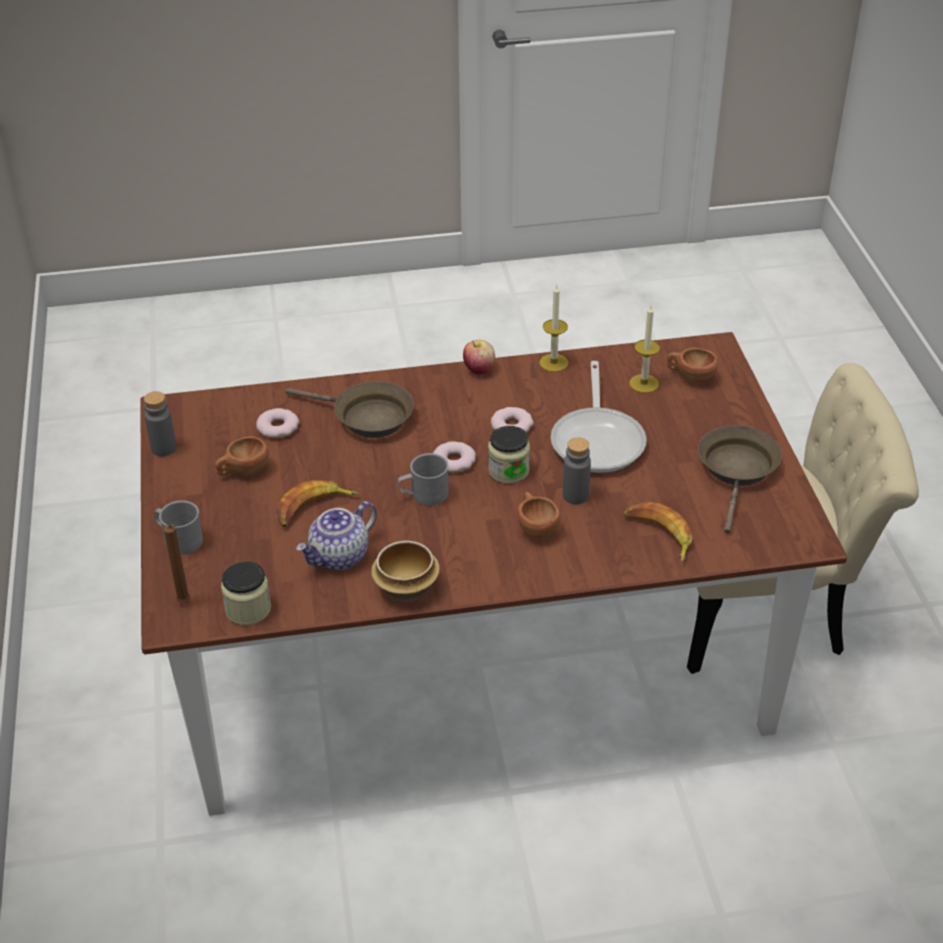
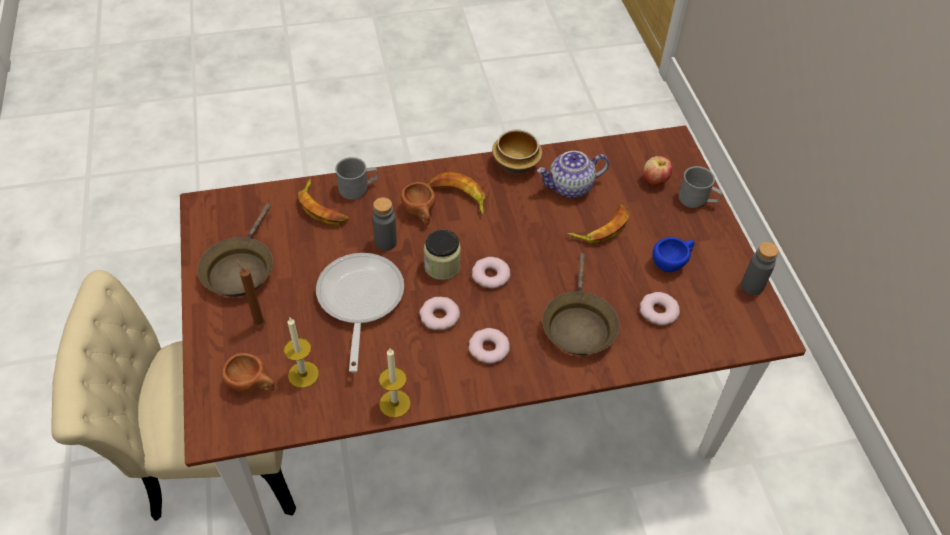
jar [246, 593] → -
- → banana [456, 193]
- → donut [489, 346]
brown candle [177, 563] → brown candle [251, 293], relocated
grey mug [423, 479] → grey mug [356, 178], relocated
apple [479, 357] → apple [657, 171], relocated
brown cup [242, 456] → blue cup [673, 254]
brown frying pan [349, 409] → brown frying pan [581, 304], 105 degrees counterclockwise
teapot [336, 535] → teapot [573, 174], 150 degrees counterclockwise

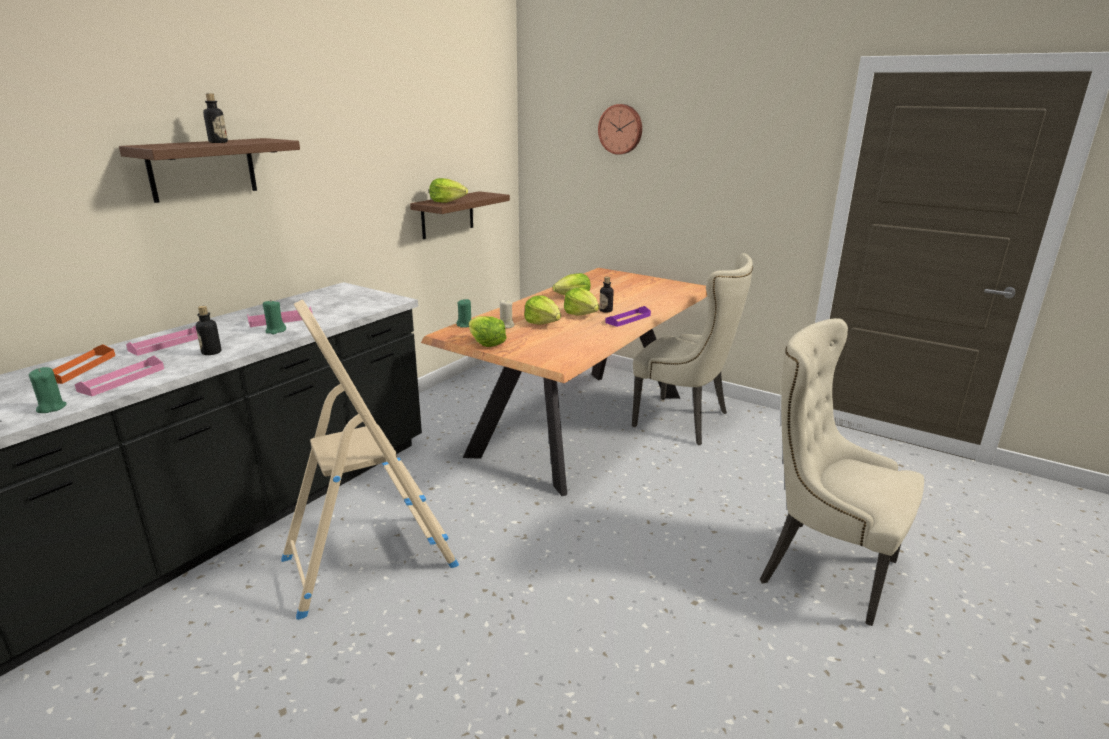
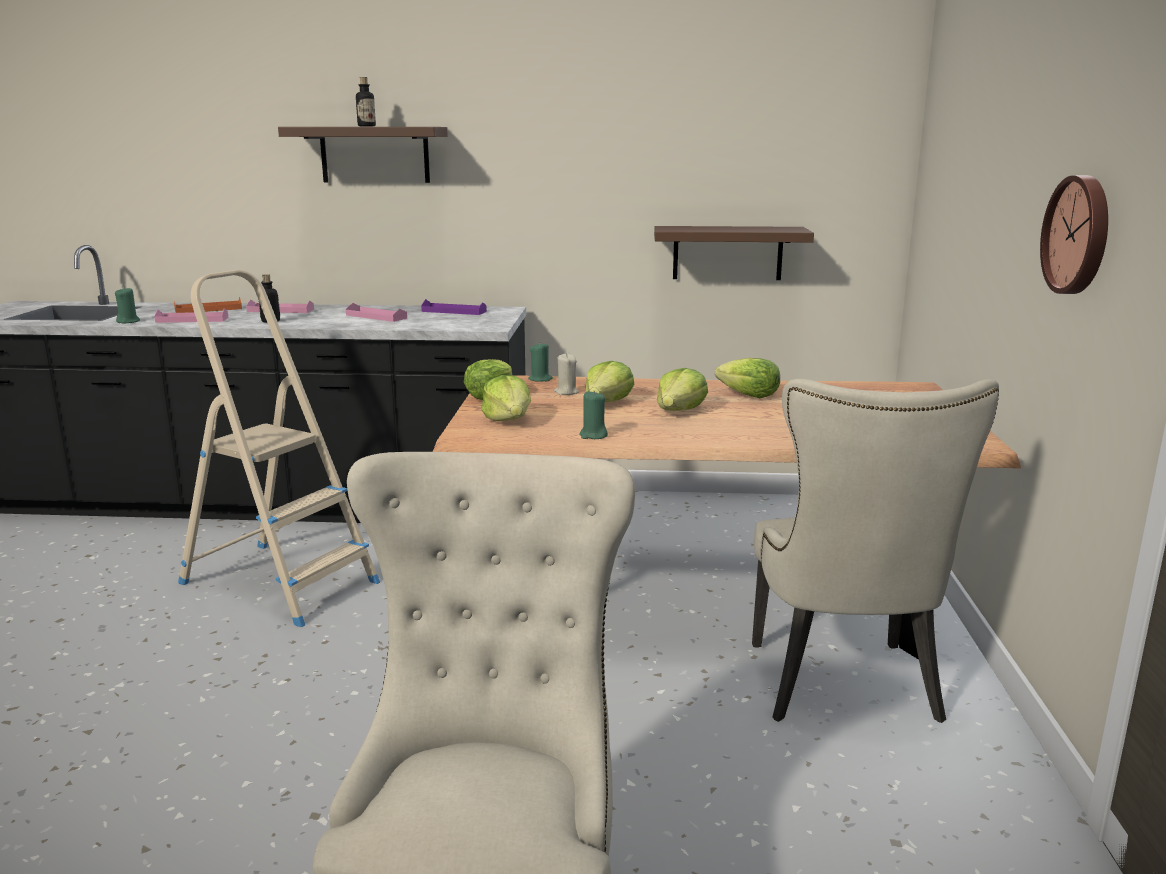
bottle [606, 295] → -
green candle [274, 316] → green candle [593, 414], relocated
lettuce [448, 190] → lettuce [506, 398], relocated
wall clock [620, 129] → wall clock [1074, 234], relocated
purple tray [628, 316] → purple tray [454, 307], relocated

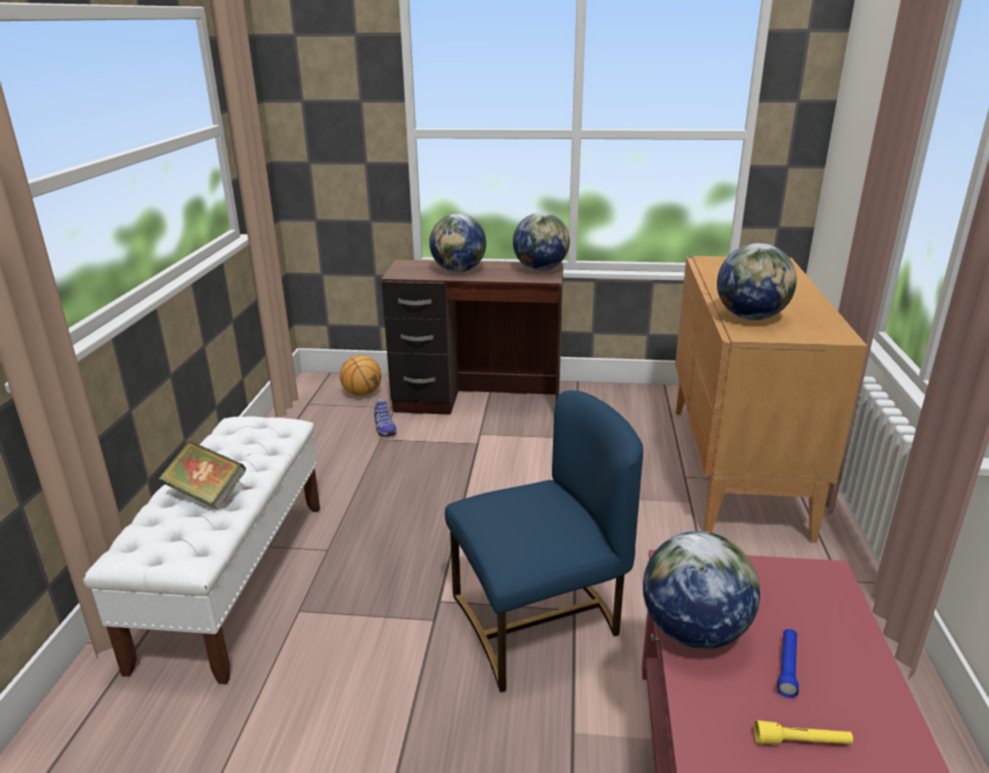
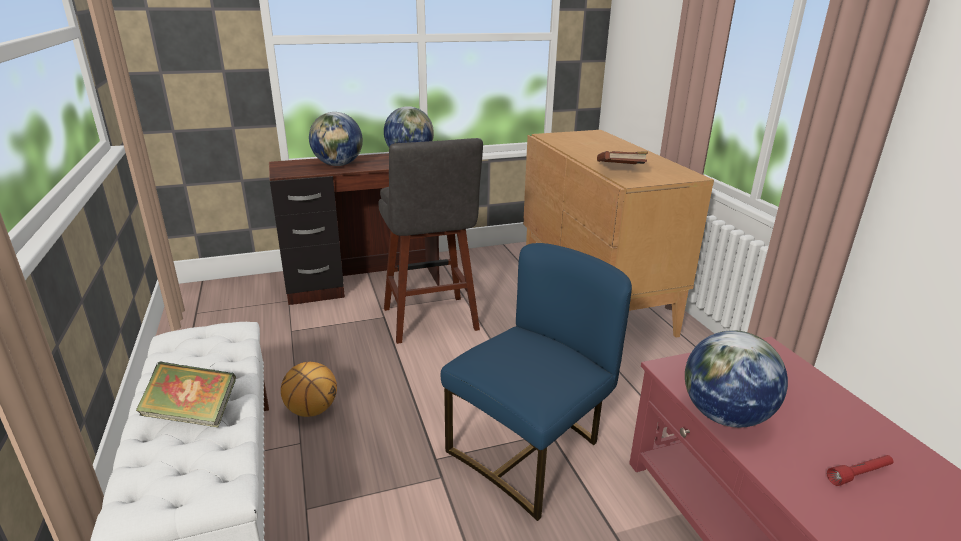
shoe [385, 418] → -
blue flashlight [788, 663] → -
- → grey stool [430, 241]
basketball [361, 375] → basketball [309, 389], relocated
globe [757, 281] → brown book [622, 157]
yellow flashlight [803, 732] → red flashlight [860, 470]

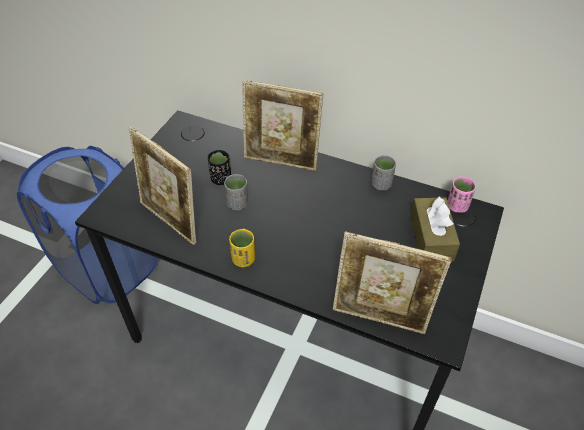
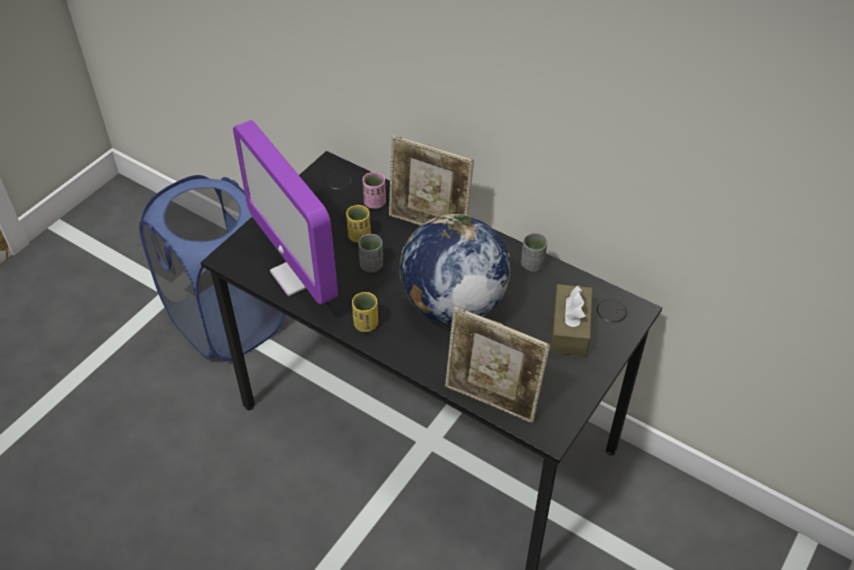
- → globe [454, 269]
pink cup [462, 195] → pink cup [374, 190], relocated
picture frame [162, 185] → monitor [285, 212]
black cup [219, 167] → yellow cup [358, 224]

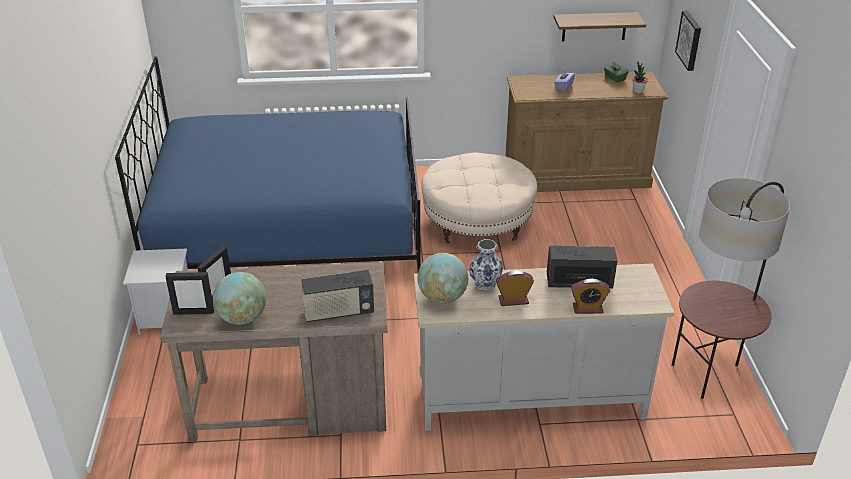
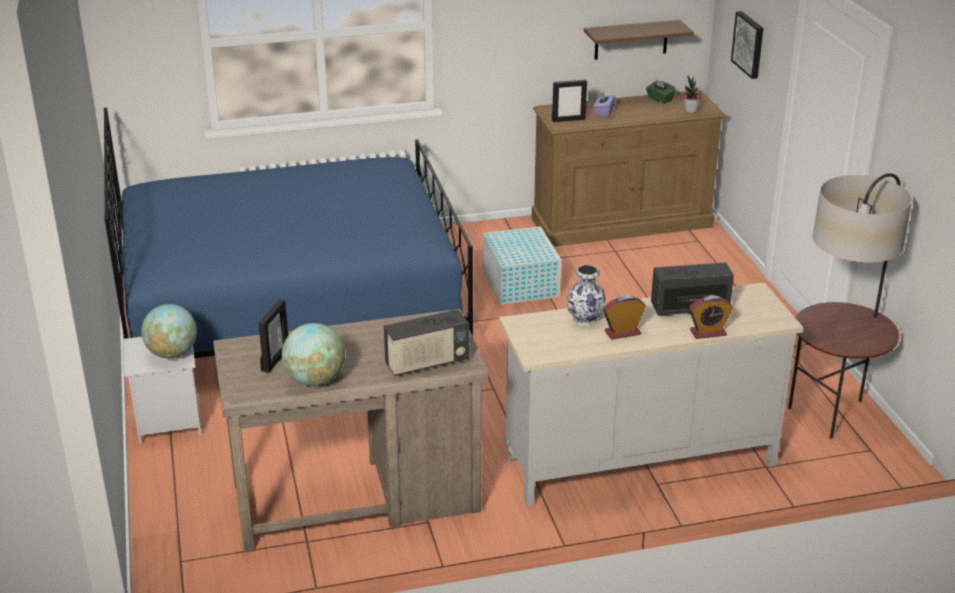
picture frame [189, 293] → picture frame [569, 101], relocated
globe [442, 278] → globe [169, 331], relocated
beige ottoman [479, 198] → white storage box [522, 265]

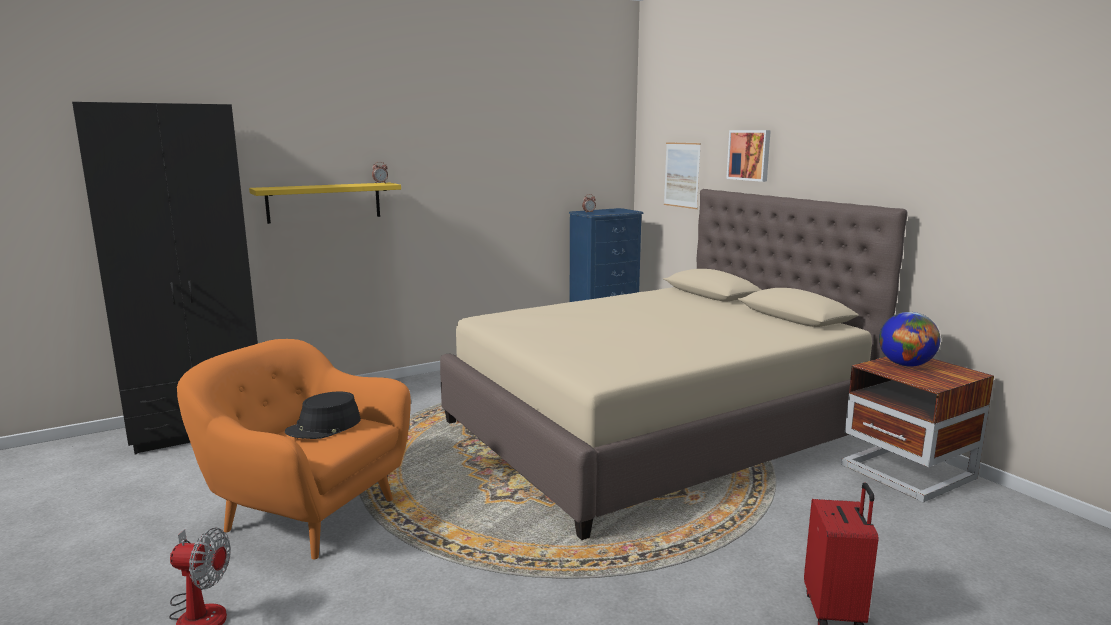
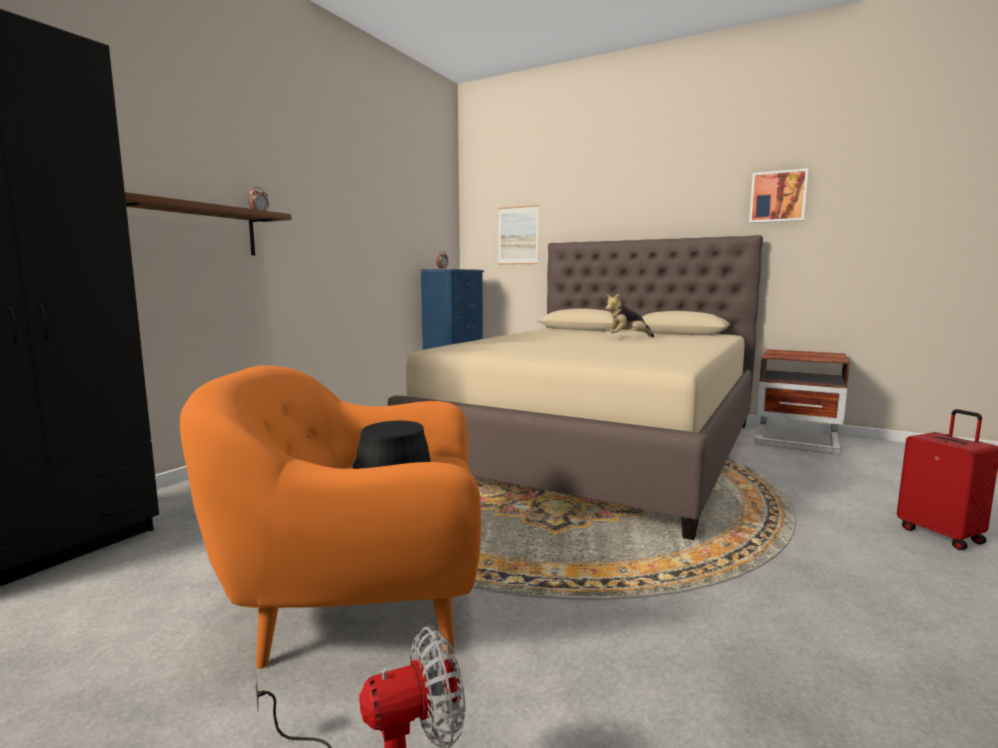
globe [909, 339] → -
- → plush toy [630, 315]
picture [748, 156] → picture [778, 195], relocated
yellow shelf [325, 203] → brown shelf [208, 224]

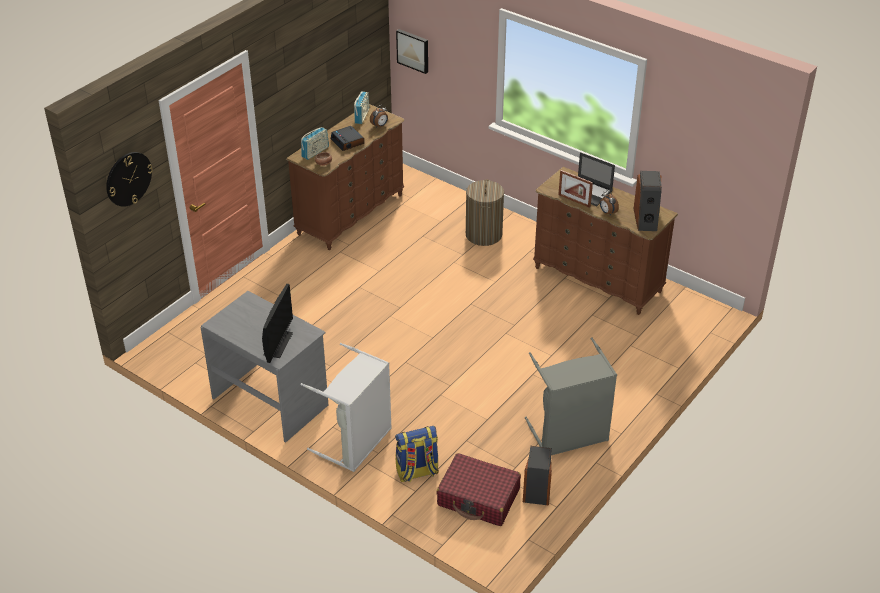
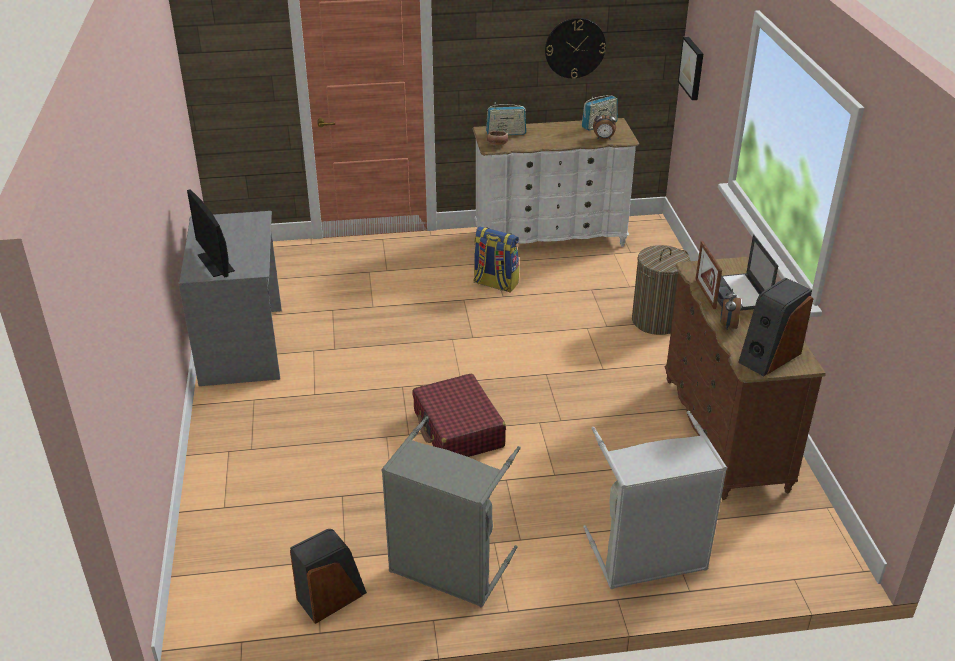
alarm clock [347, 138] → -
wall clock [129, 179] → wall clock [575, 48], relocated
grey laundry basket [346, 407] → grey laundry basket [655, 500], relocated
backpack [417, 454] → backpack [496, 259], relocated
red suitcase [478, 489] → red suitcase [459, 415], relocated
brown dresser [345, 177] → white dresser [555, 182]
monitor [277, 323] → monitor [211, 233], 90 degrees clockwise

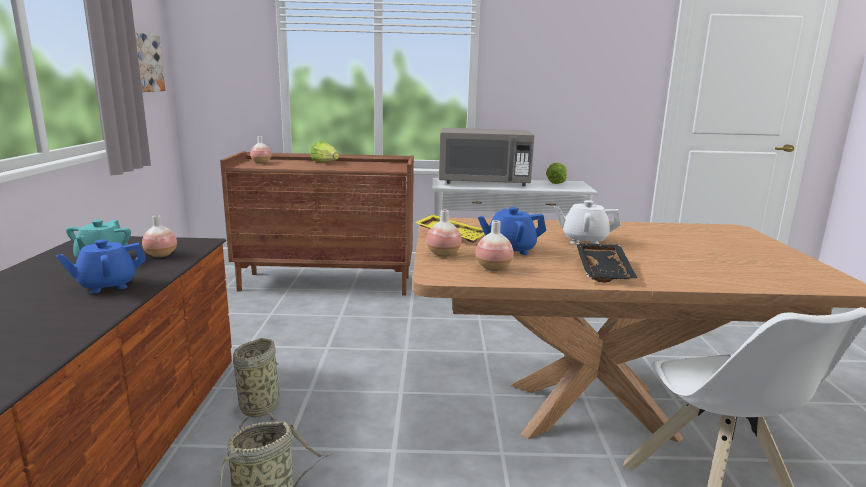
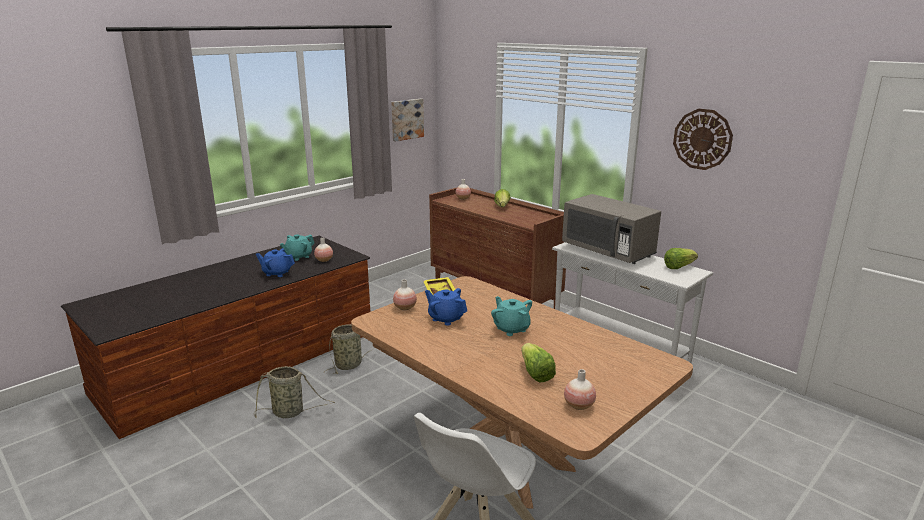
black tray [606, 263] → -
- → lettuce [538, 362]
- → wall clock [703, 139]
vase [494, 245] → vase [580, 389], relocated
white teapot [587, 222] → turquoise teapot [511, 316]

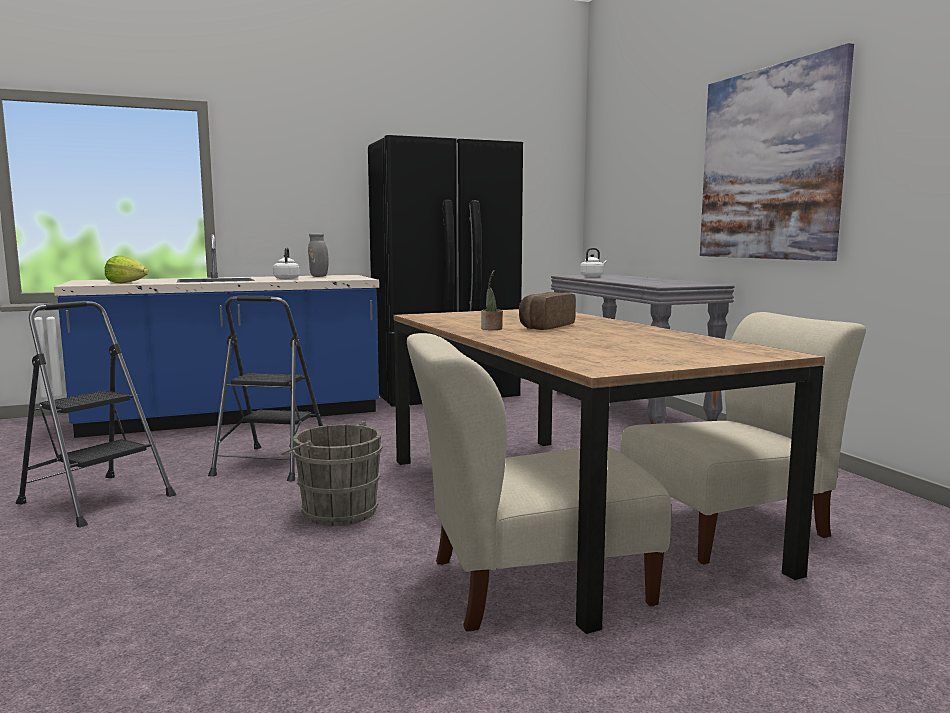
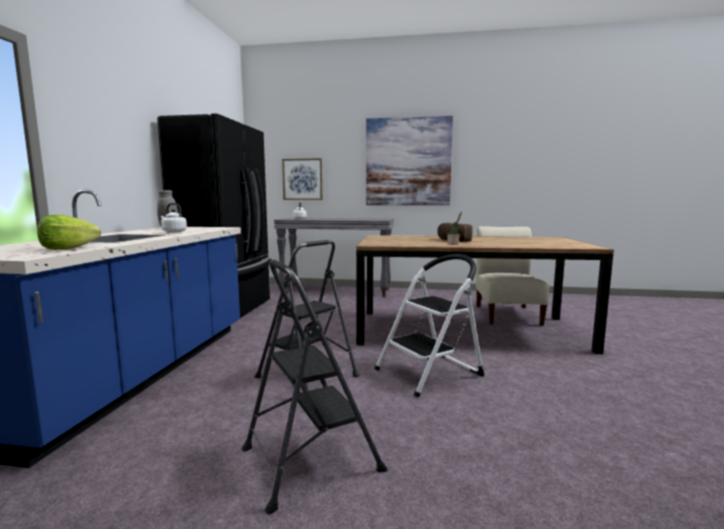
beige chair [539, 482] → -
- → picture [302, 179]
grey bucket [332, 473] → step ladder [429, 325]

